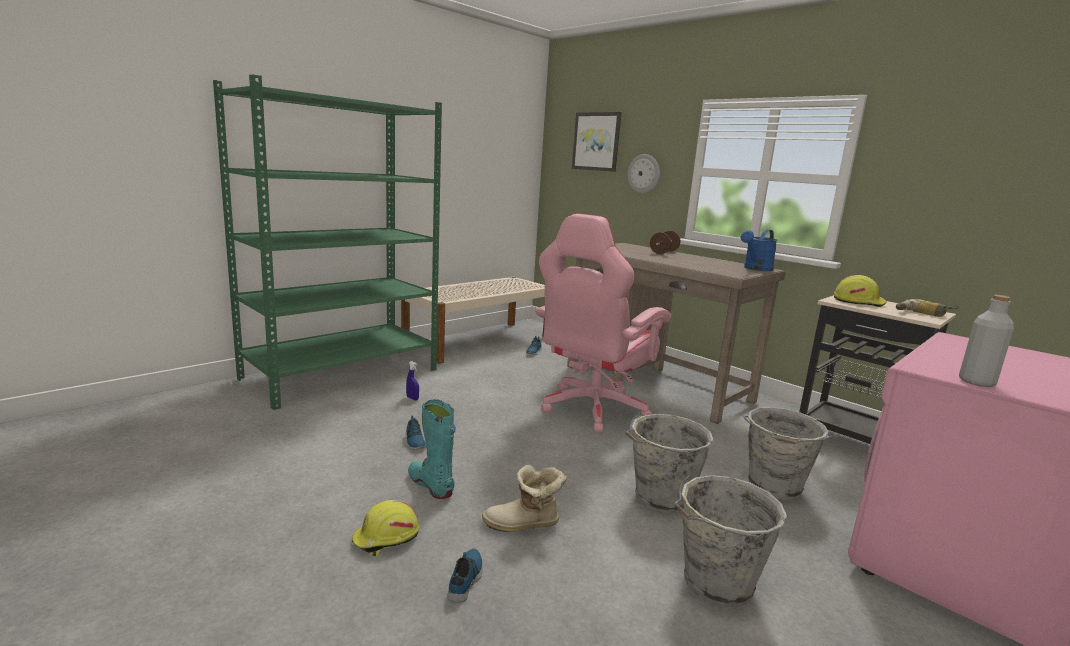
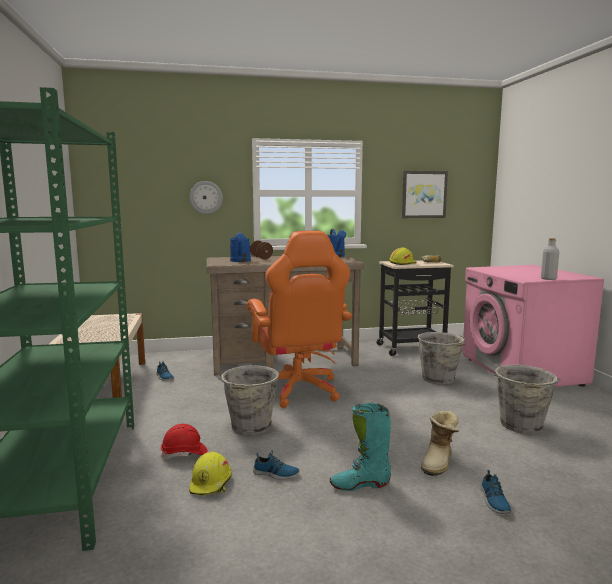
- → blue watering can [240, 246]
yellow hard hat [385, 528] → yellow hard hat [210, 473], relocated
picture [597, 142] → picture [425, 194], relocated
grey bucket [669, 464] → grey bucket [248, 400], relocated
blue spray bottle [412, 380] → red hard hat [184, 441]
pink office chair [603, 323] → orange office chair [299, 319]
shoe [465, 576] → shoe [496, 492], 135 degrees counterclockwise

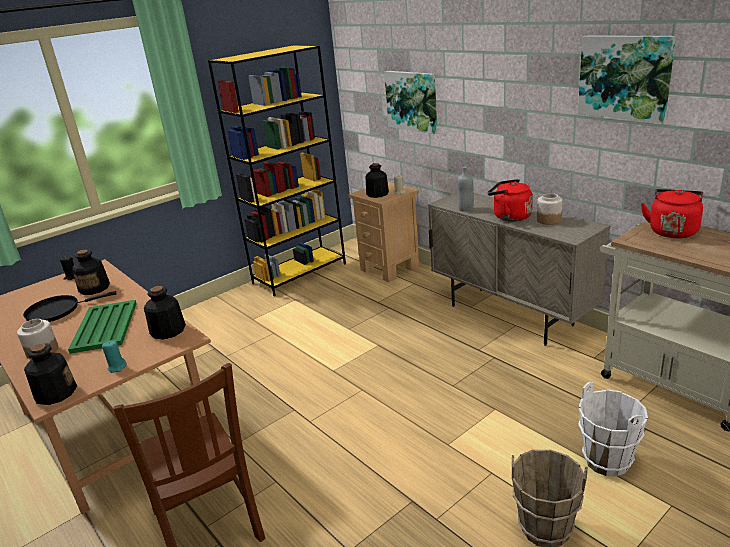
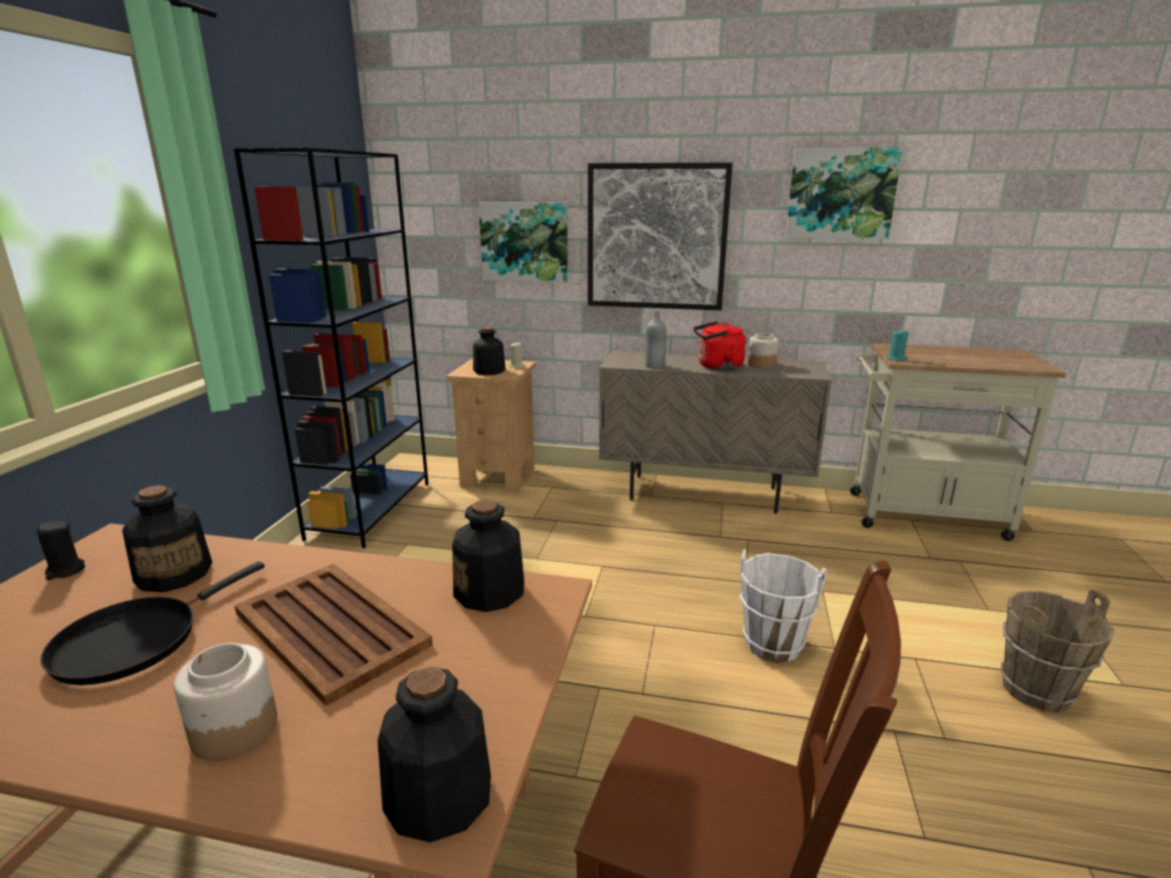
red kettle [672, 213] → -
- → picture [660, 236]
turquoise candle [114, 357] → turquoise candle [898, 345], relocated
white bucket [613, 429] → white bucket [783, 605], relocated
green tray [102, 327] → brown tray [333, 635]
yellow bookcase [277, 170] → blue bookcase [331, 348]

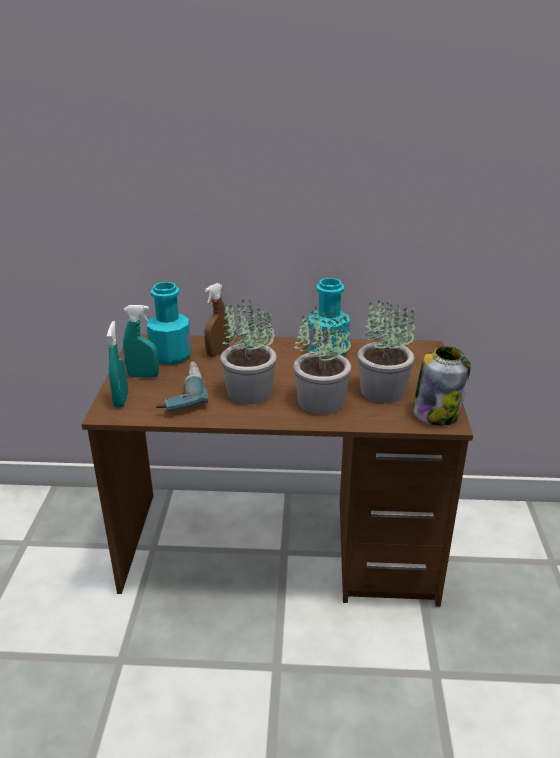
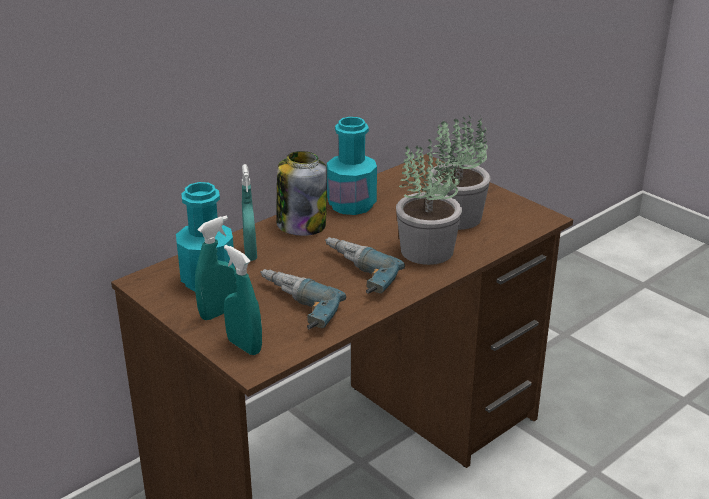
jar [441, 386] → jar [301, 193], relocated
potted plant [248, 352] → power drill [365, 265]
brown spray bottle [216, 320] → turquoise spray bottle [249, 212]

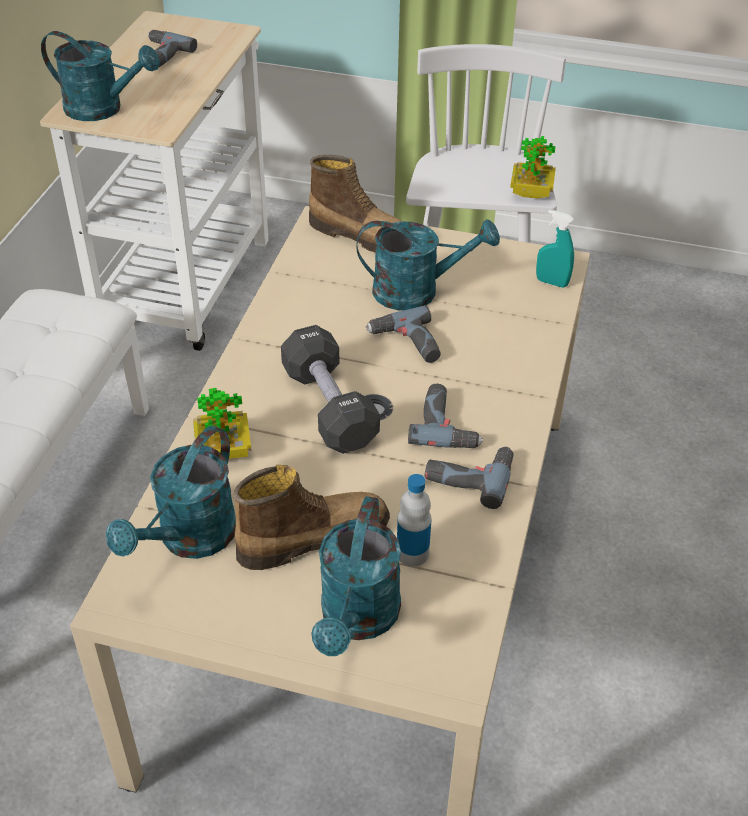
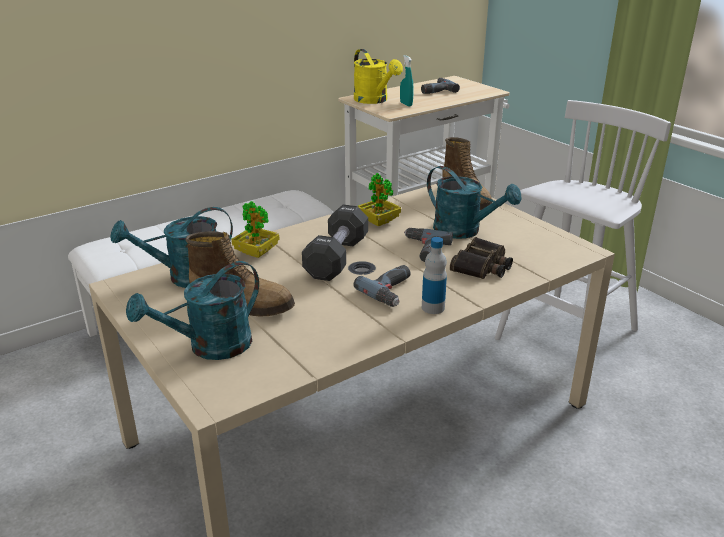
power drill [469, 478] → -
- → binoculars [481, 258]
bottle [414, 520] → bottle [434, 275], relocated
potted plant [533, 167] → potted plant [379, 199], relocated
turquoise spray bottle [555, 249] → turquoise spray bottle [407, 81], relocated
turquoise watering can [100, 76] → yellow watering can [378, 76]

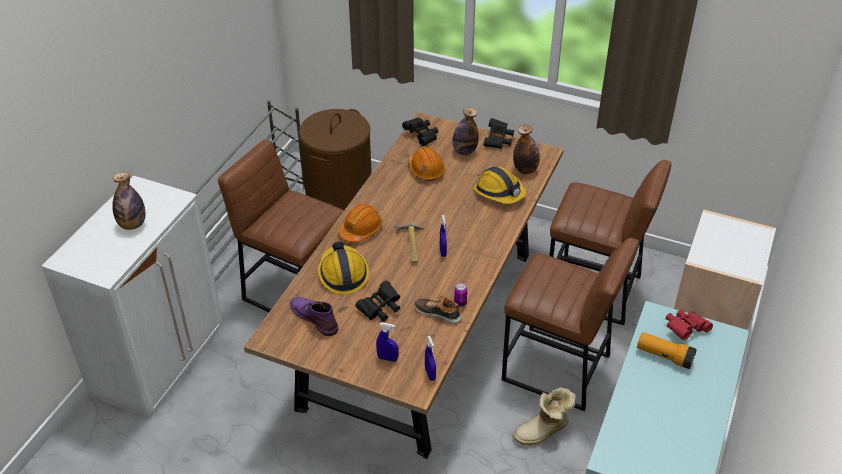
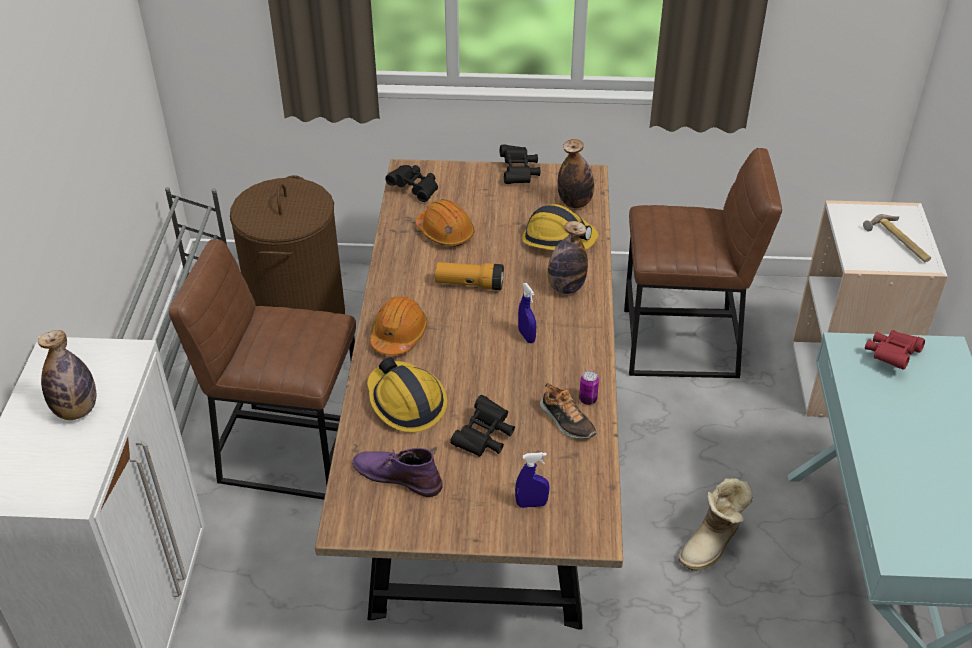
blue spray bottle [430, 358] → -
brown chair [570, 324] → -
hammer [409, 243] → hammer [897, 238], relocated
bottle [466, 131] → bottle [567, 257], relocated
flashlight [667, 350] → flashlight [469, 276], relocated
shoe [438, 309] → shoe [568, 411], 135 degrees counterclockwise

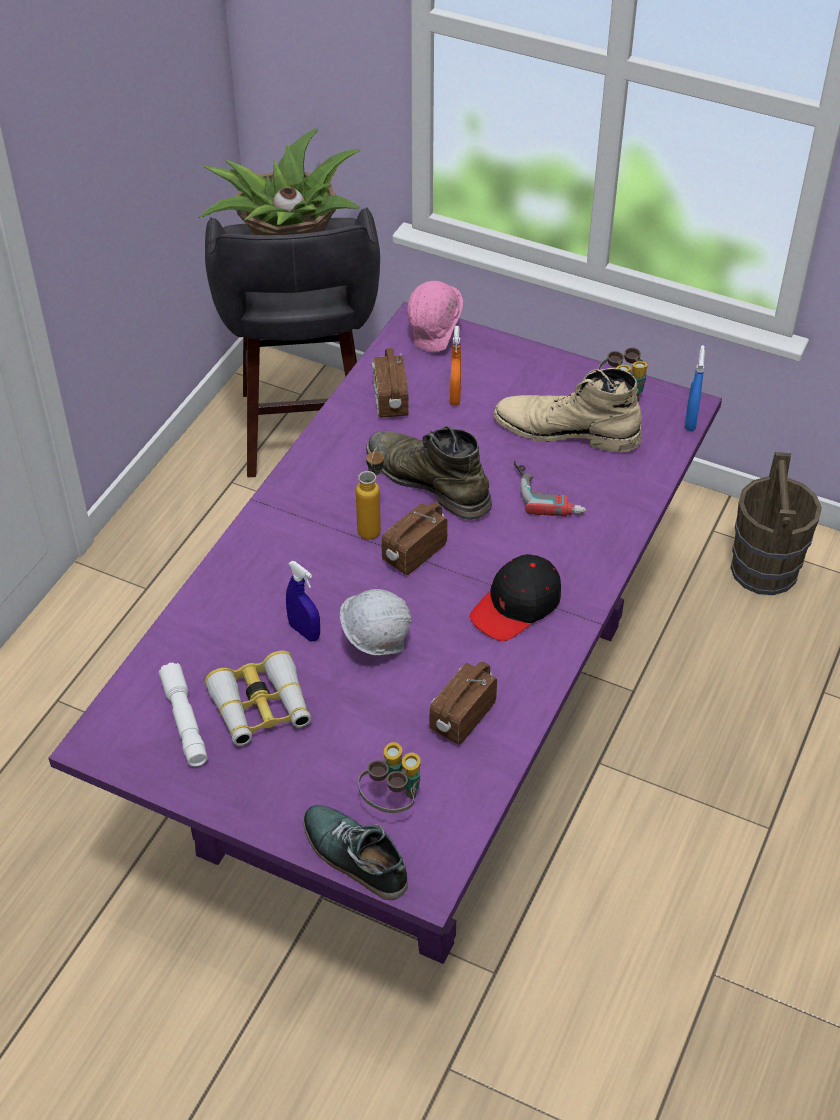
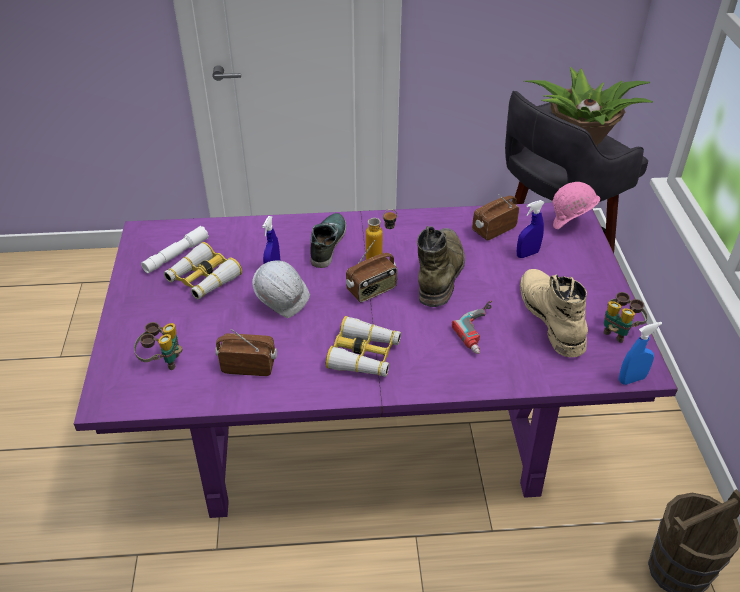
shoe [355, 852] → shoe [328, 240], relocated
black cap [515, 597] → binoculars [363, 346]
orange spray bottle [455, 366] → blue spray bottle [531, 229]
radio [414, 539] → radio [371, 271], 135 degrees clockwise

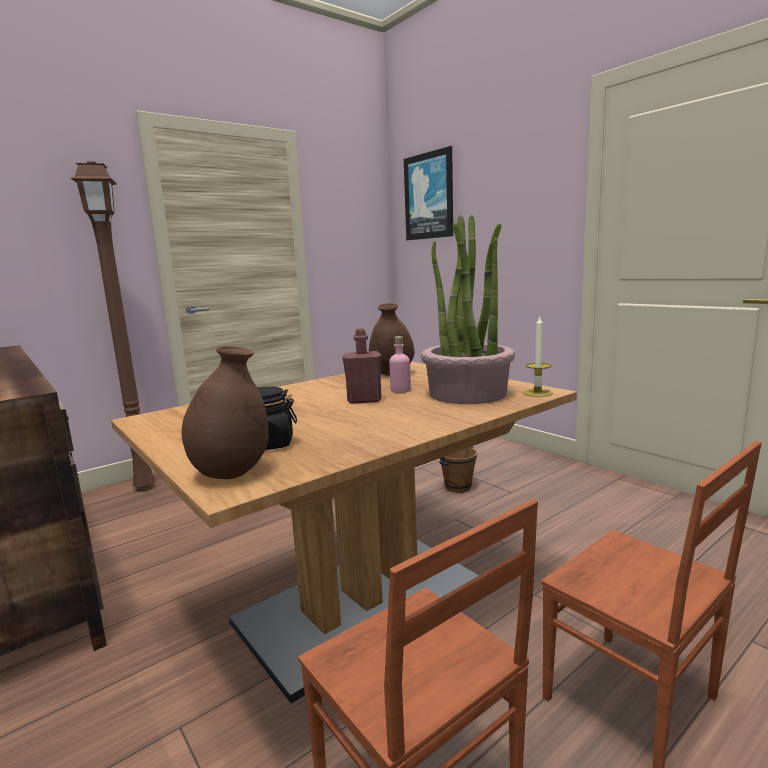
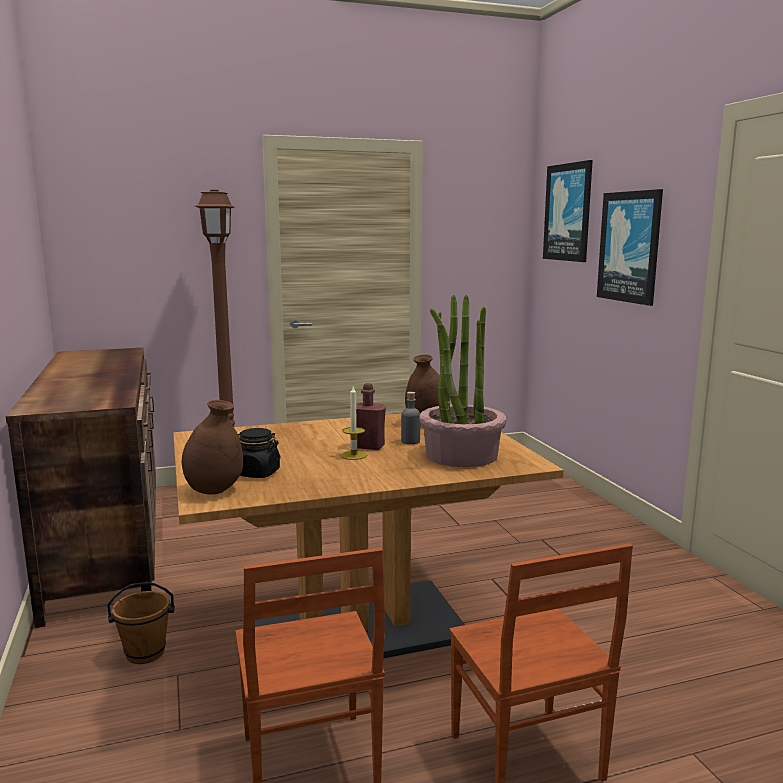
- → picture [630, 247]
brown bucket [458, 469] → brown bucket [141, 623], relocated
candle [538, 356] → candle [354, 423], relocated
pink bottle [400, 364] → grey bottle [410, 418]

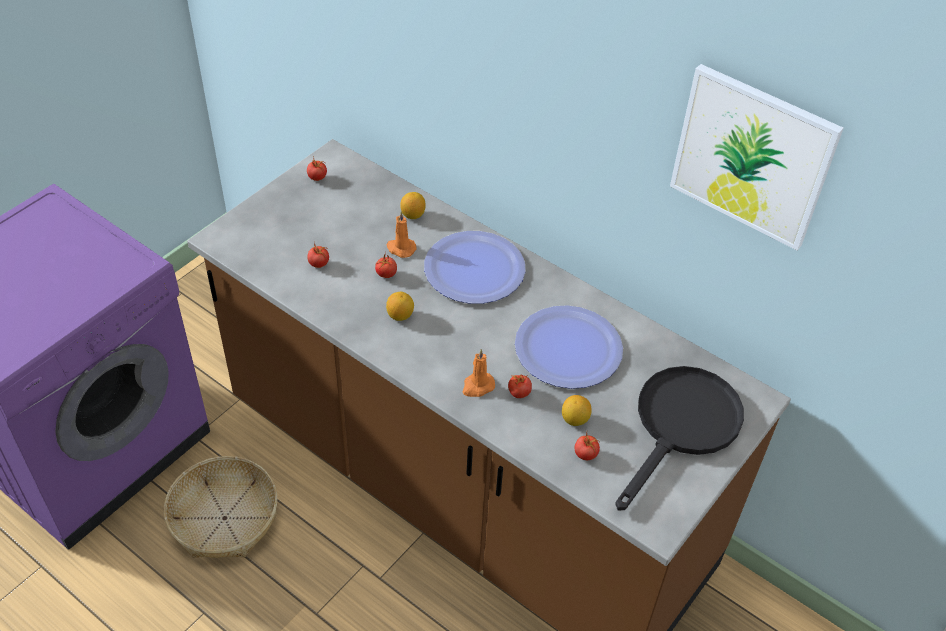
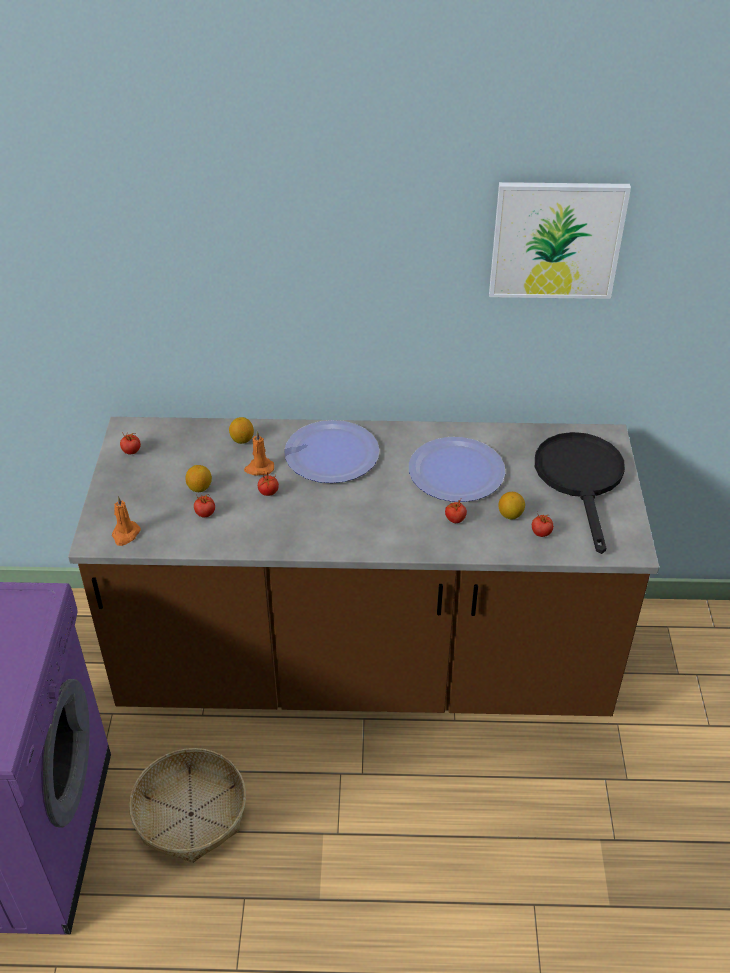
lemon [400, 306] → lemon [198, 478], relocated
orange candle [479, 373] → orange candle [126, 521], relocated

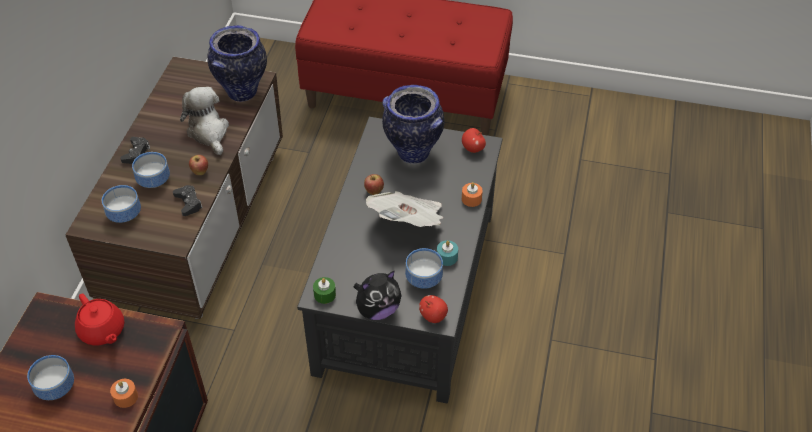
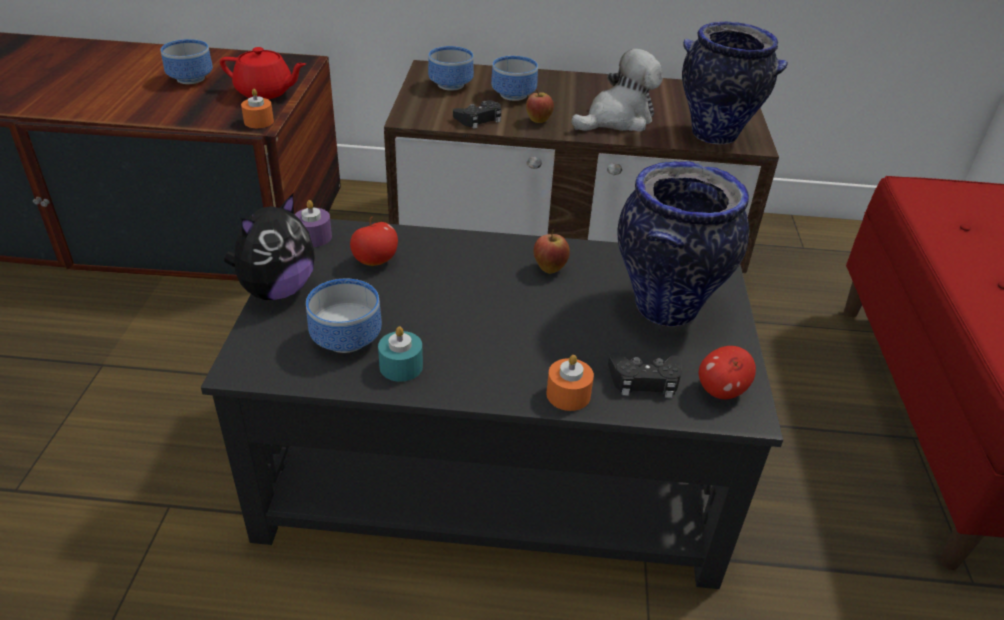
newspaper [404, 209] → -
orange candle [124, 393] → orange candle [257, 108], relocated
black game controller [135, 150] → black game controller [645, 375], relocated
apple [433, 309] → apple [374, 241], relocated
green candle [324, 290] → purple candle [313, 223]
red teapot [99, 319] → red teapot [263, 73], 120 degrees counterclockwise
plush toy [378, 295] → plush toy [269, 246], 105 degrees counterclockwise

